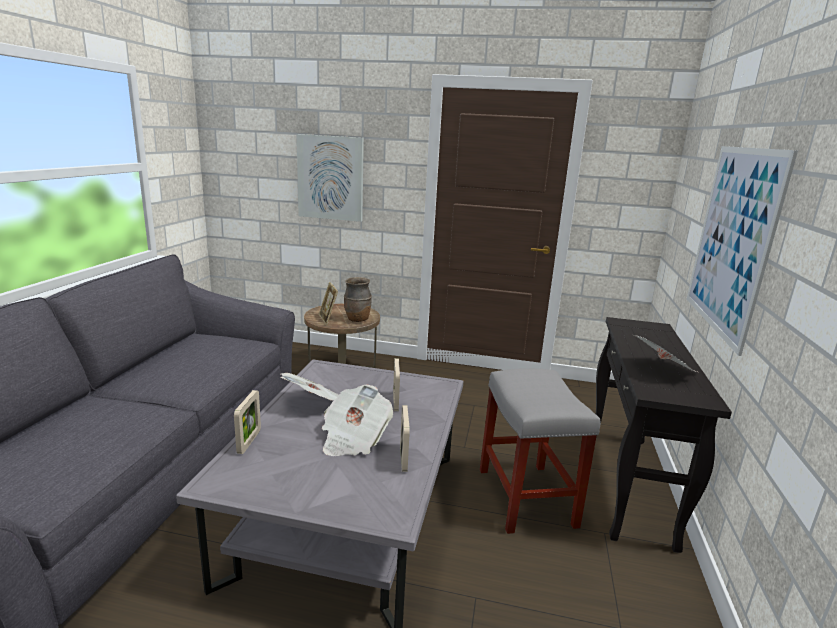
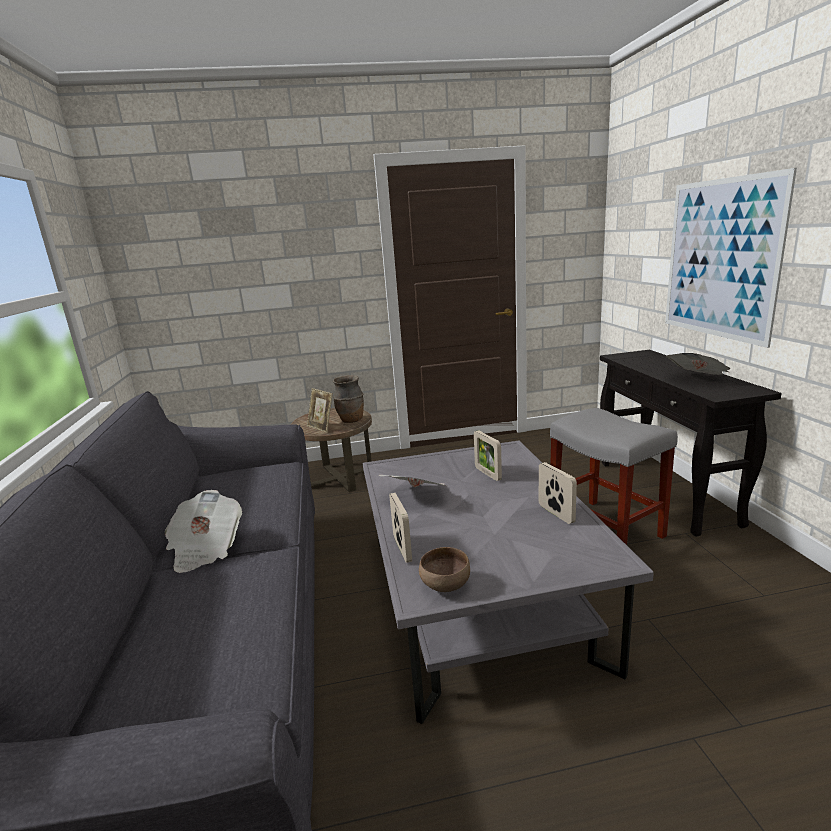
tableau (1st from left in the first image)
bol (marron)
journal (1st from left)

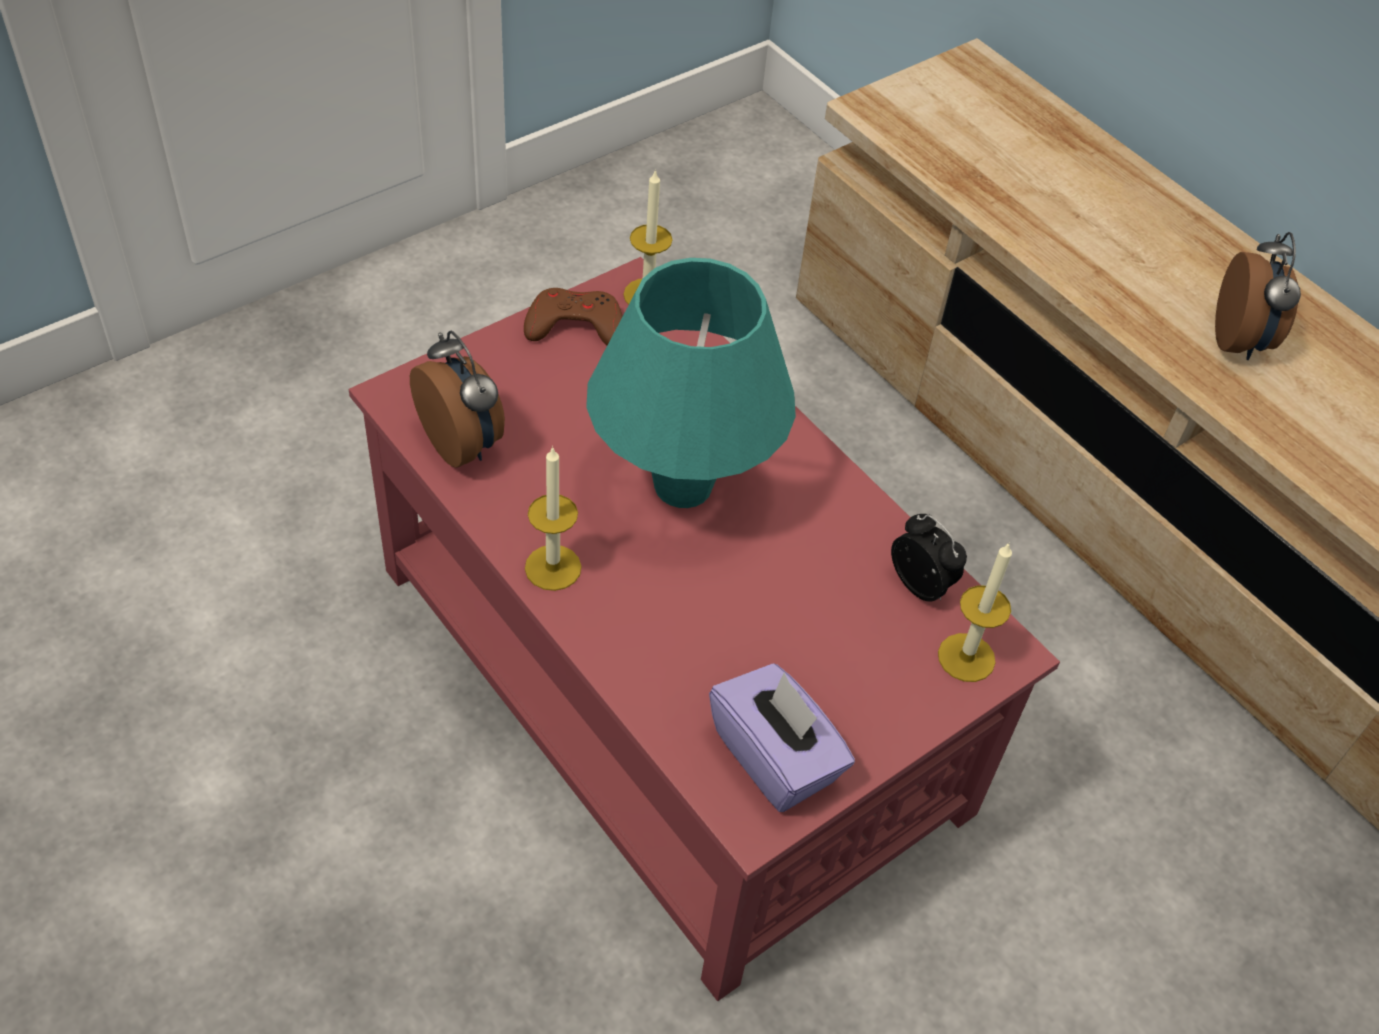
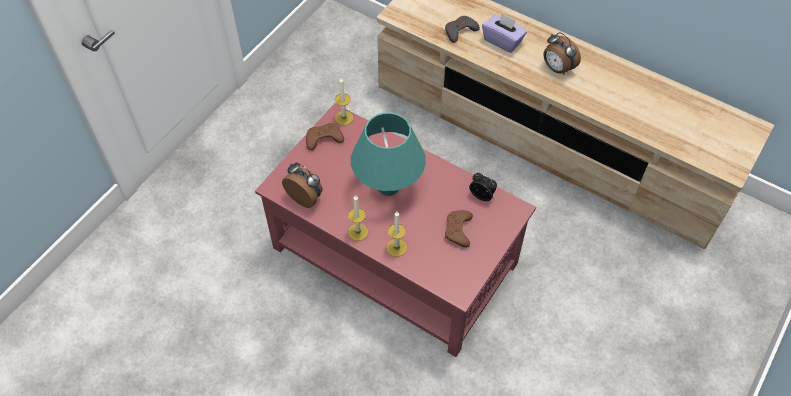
manette (gris)
manette (marron) (2nd from left)
boîte à mouchoirs (violet)
bougie (3rd from left)
réveil (3rd from left)

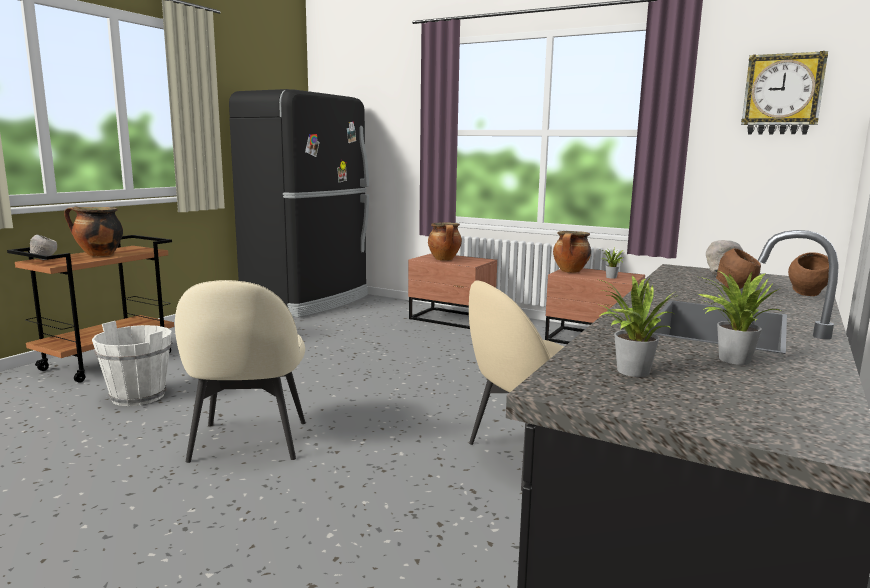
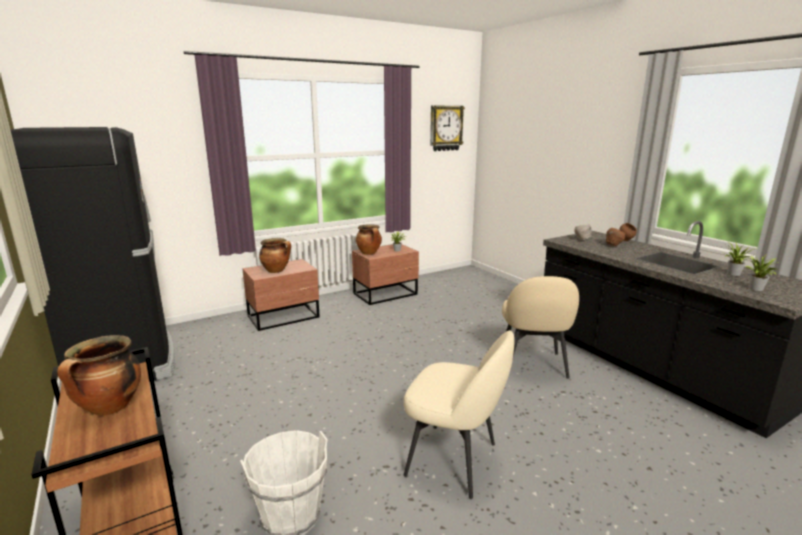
bol (gris) (1st from left in the first image)

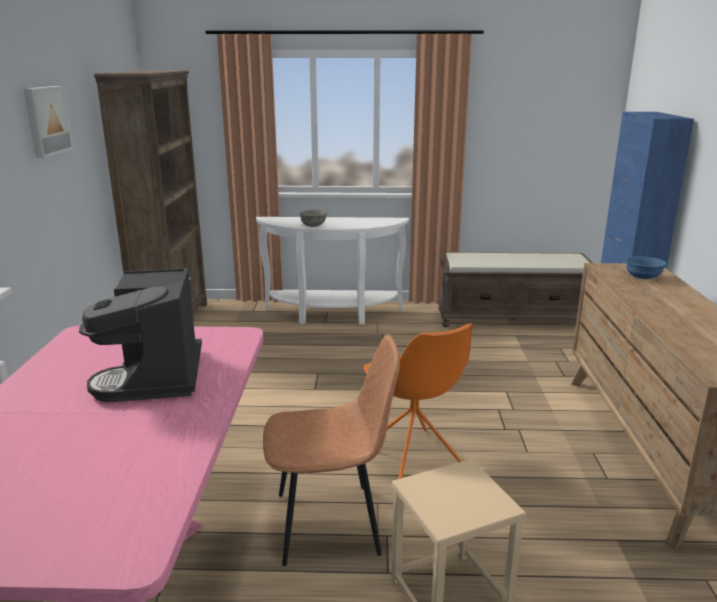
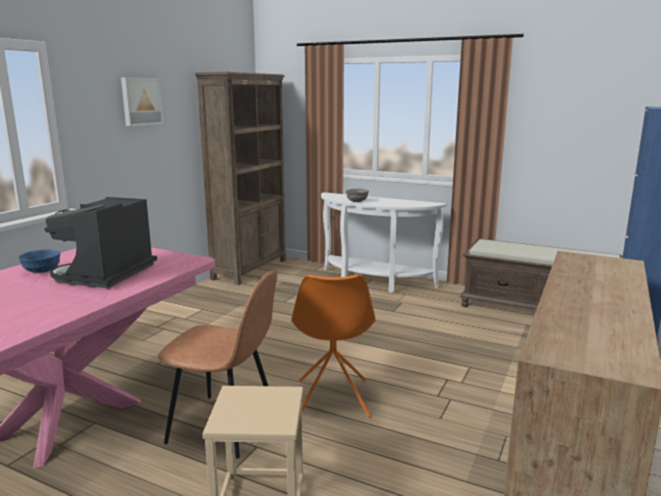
bol (bleu)

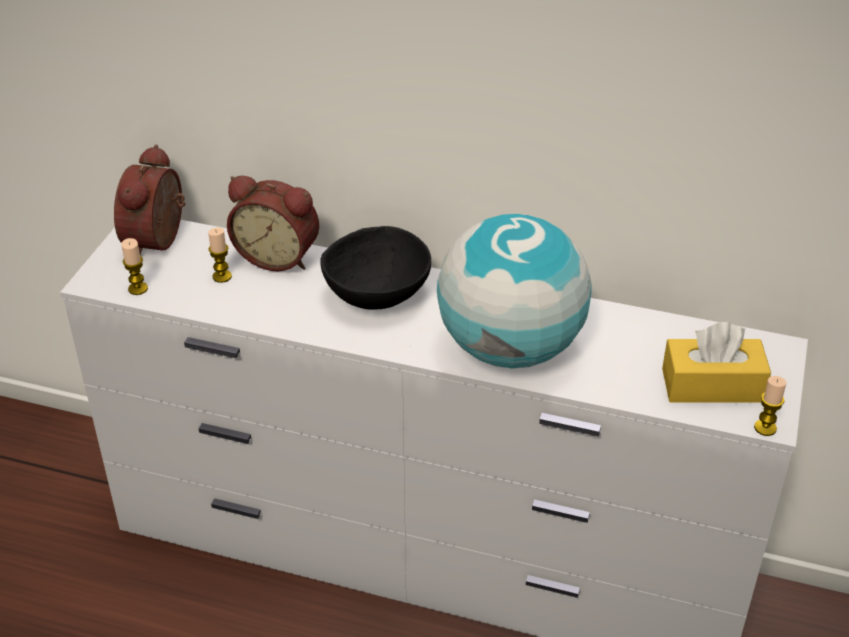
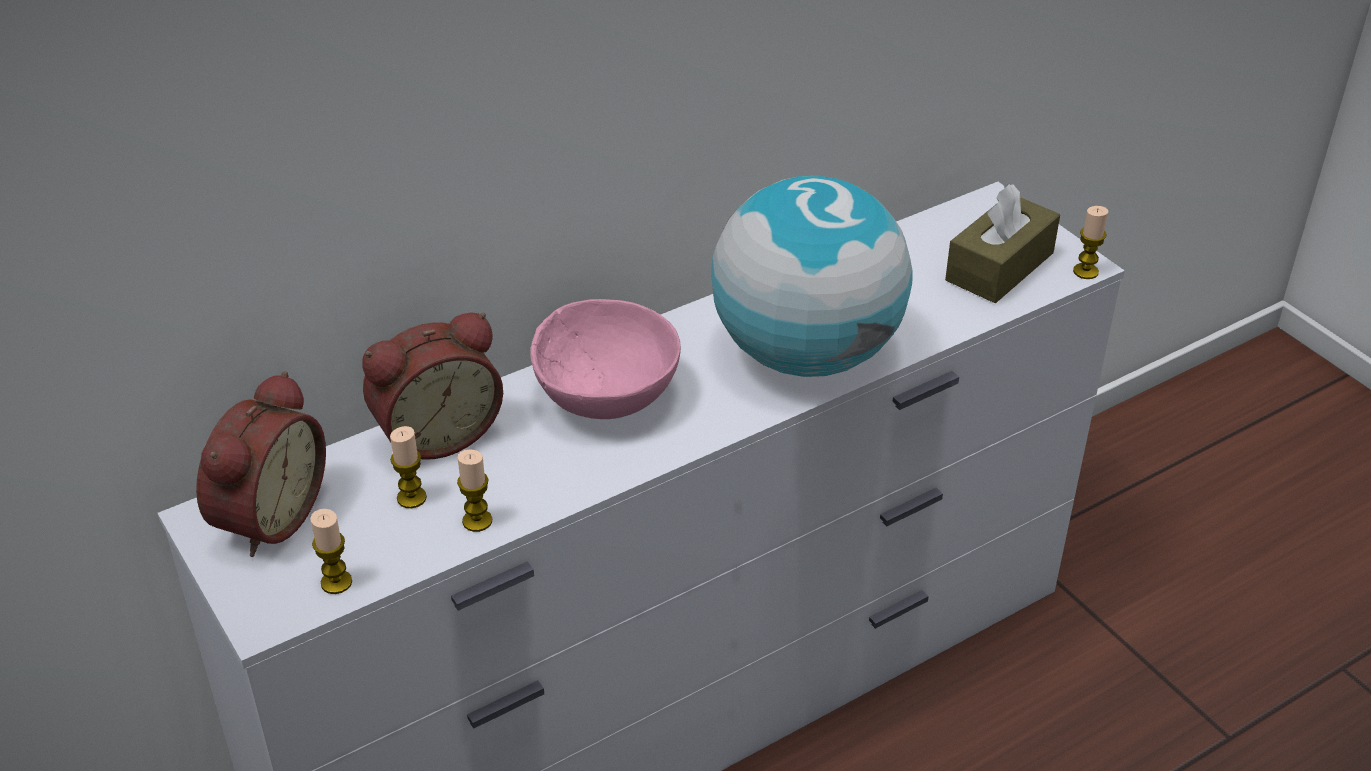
bougie (3rd from left)
bol (rose)
boîte à mouchoirs (marron)
réveil (1st from left)

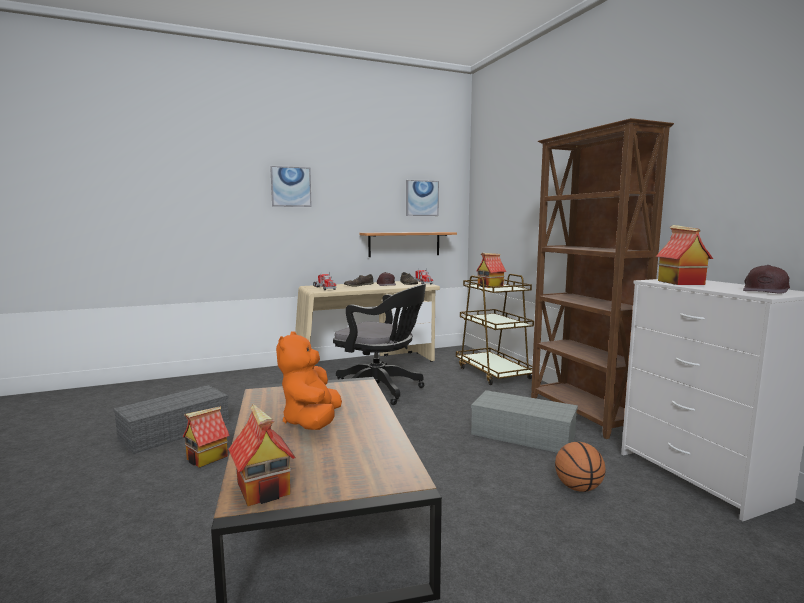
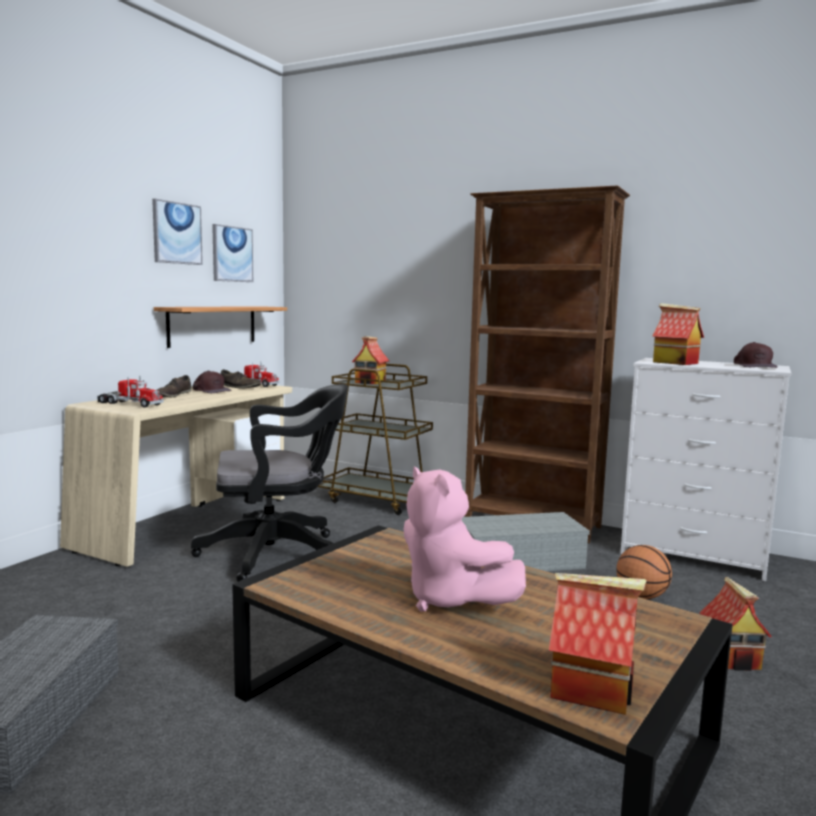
maison miniature (4th from left)
tableau (1st from left)
peluche (rose)

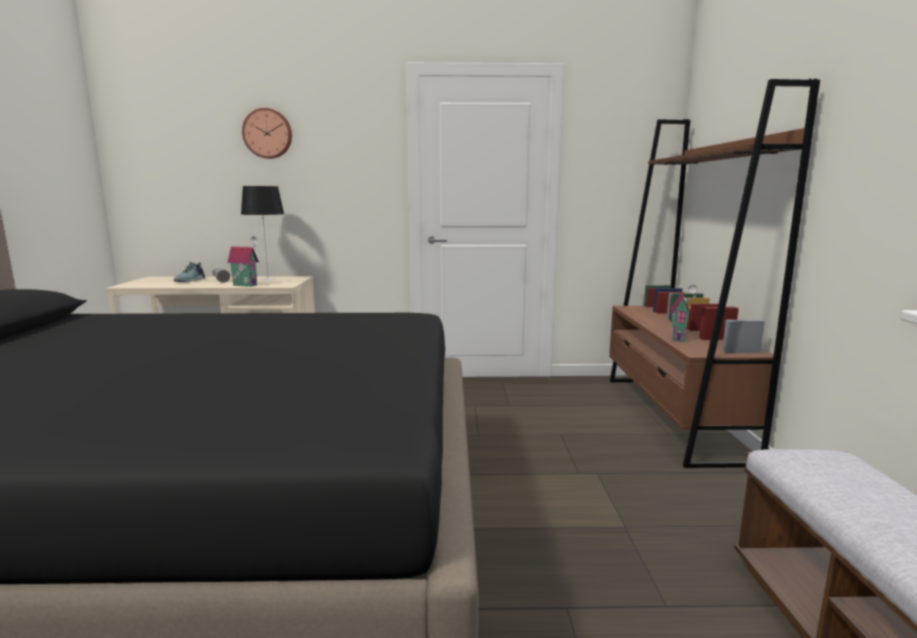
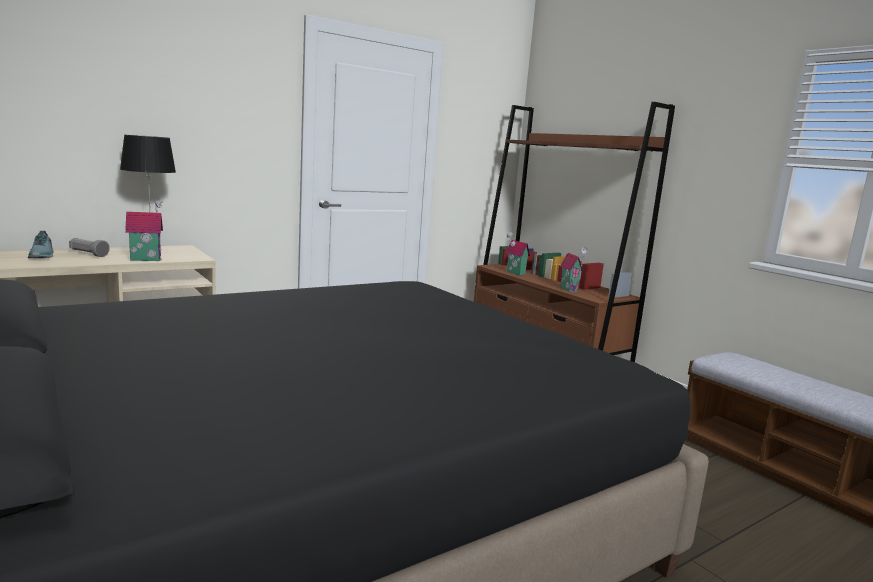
horloge murale
maison miniature (2nd from left)

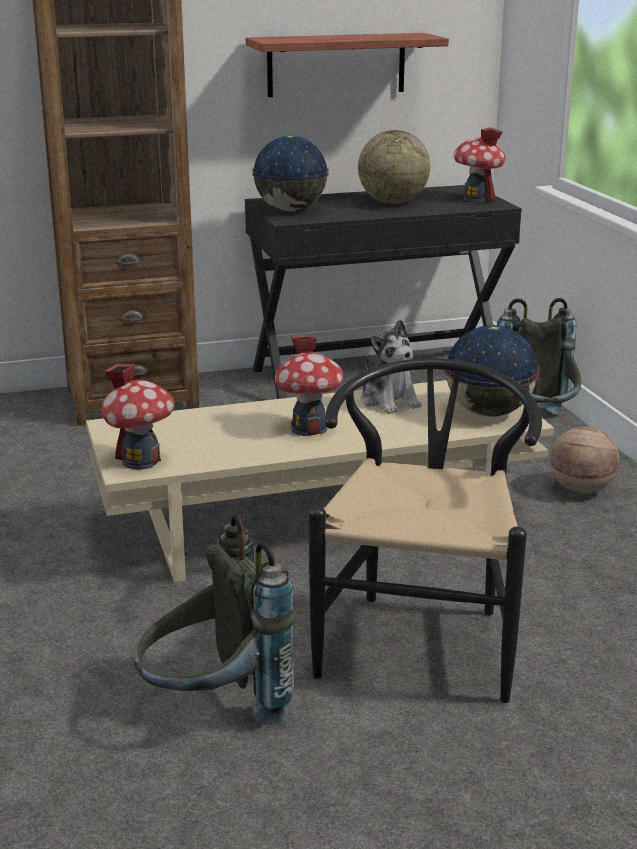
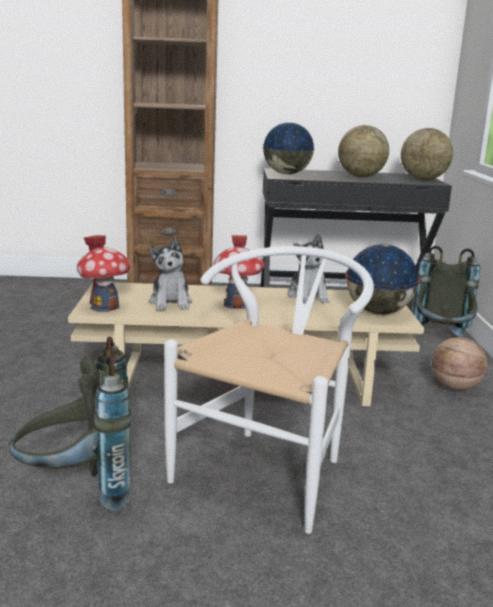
étagère
peluche (1st from left)
globe (4th from left)
chaise (blanc)

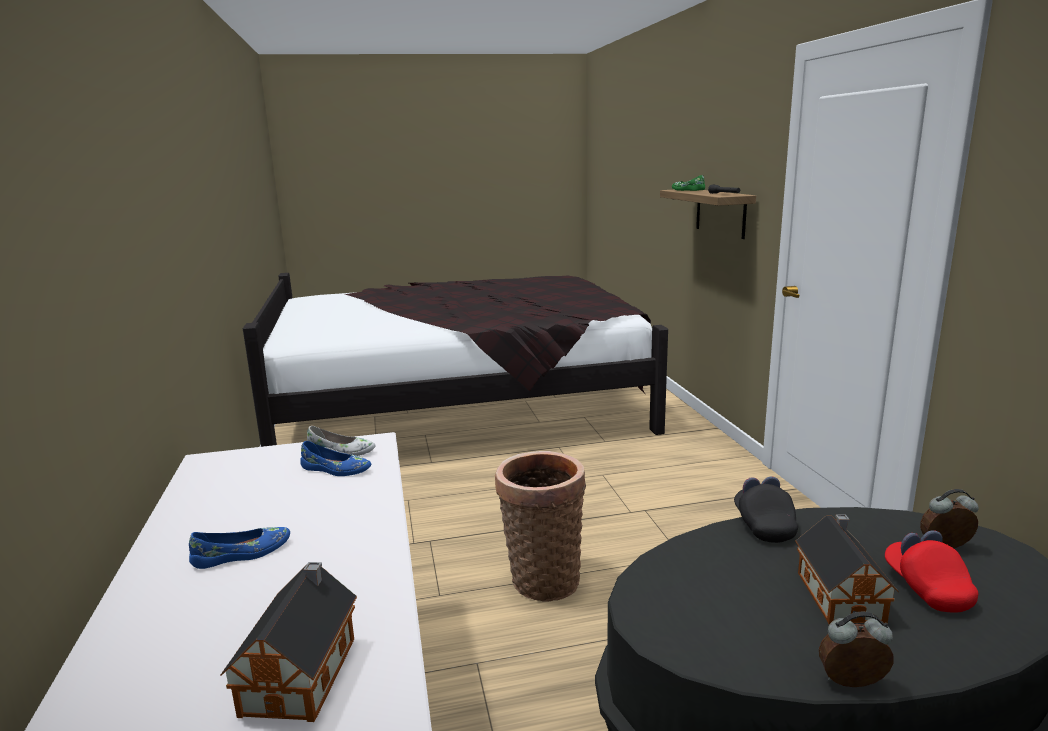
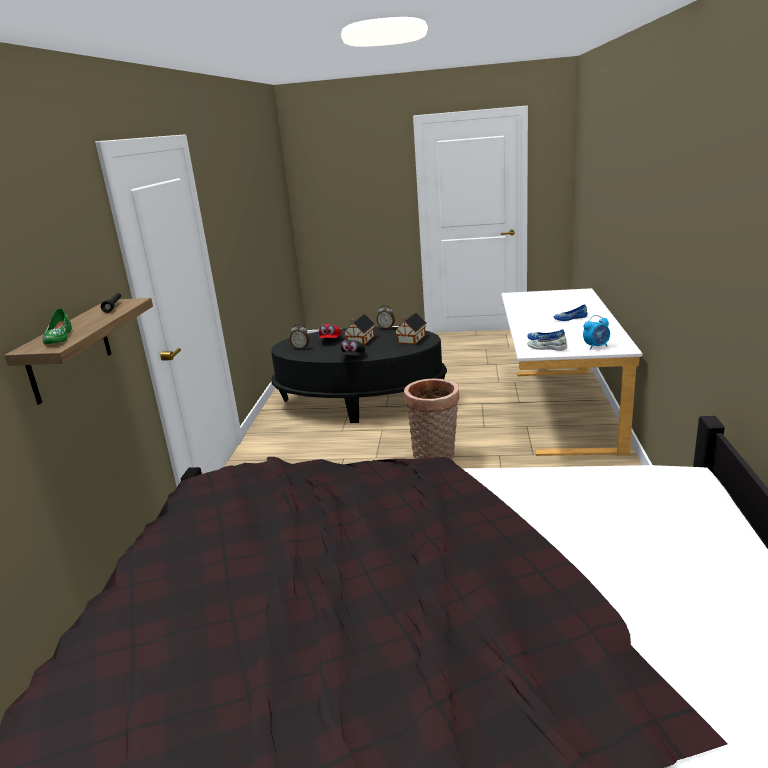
réveil (3rd from left)
maison miniature (2nd from left)

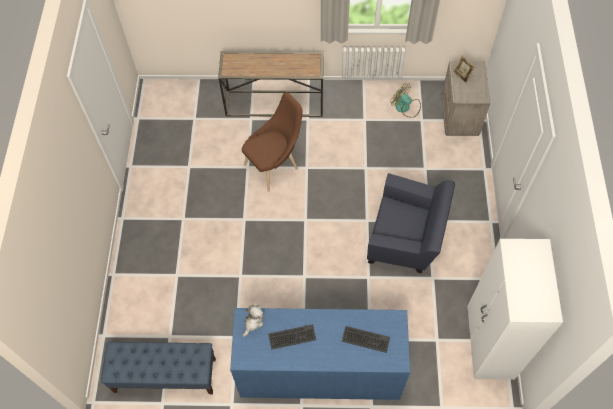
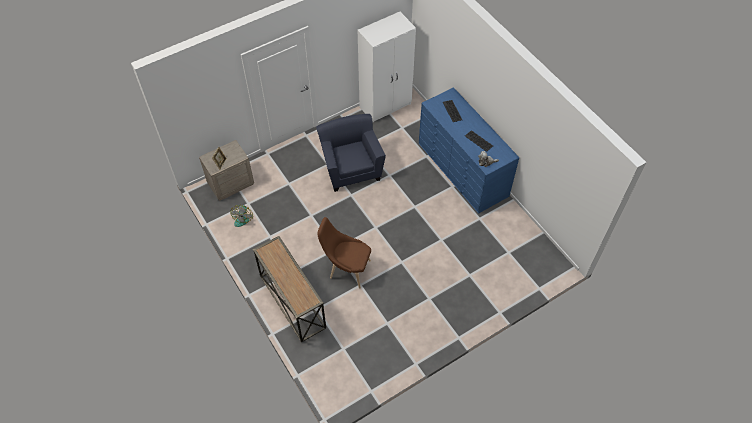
banc (bleu)

